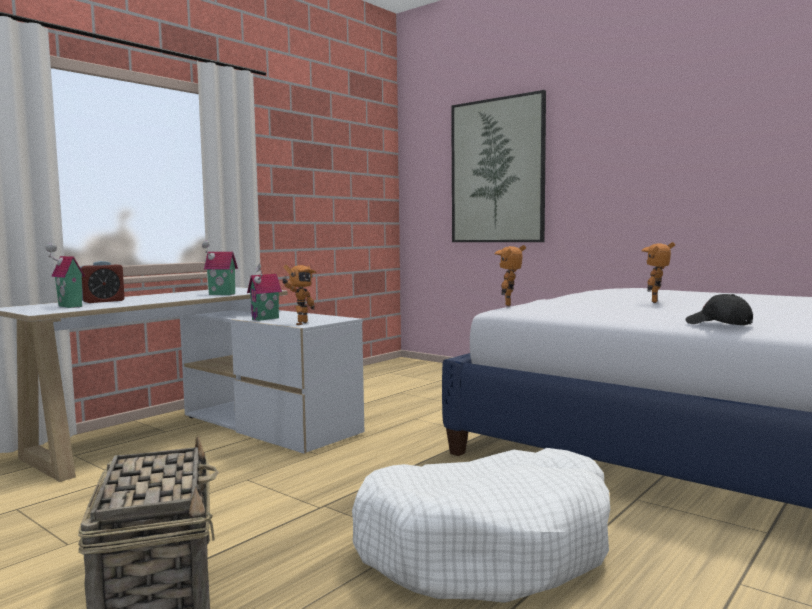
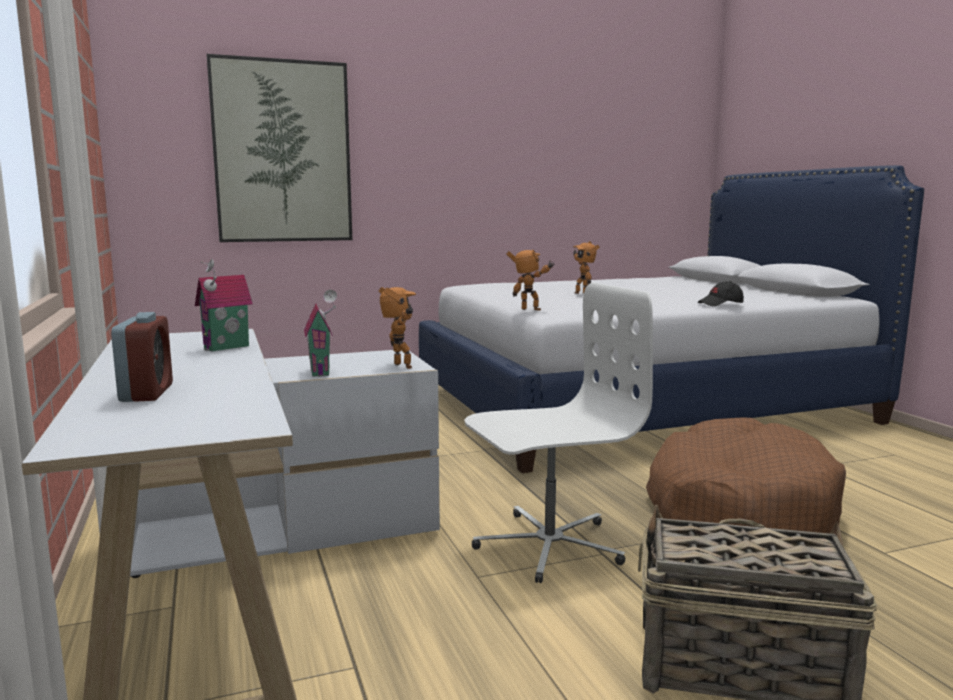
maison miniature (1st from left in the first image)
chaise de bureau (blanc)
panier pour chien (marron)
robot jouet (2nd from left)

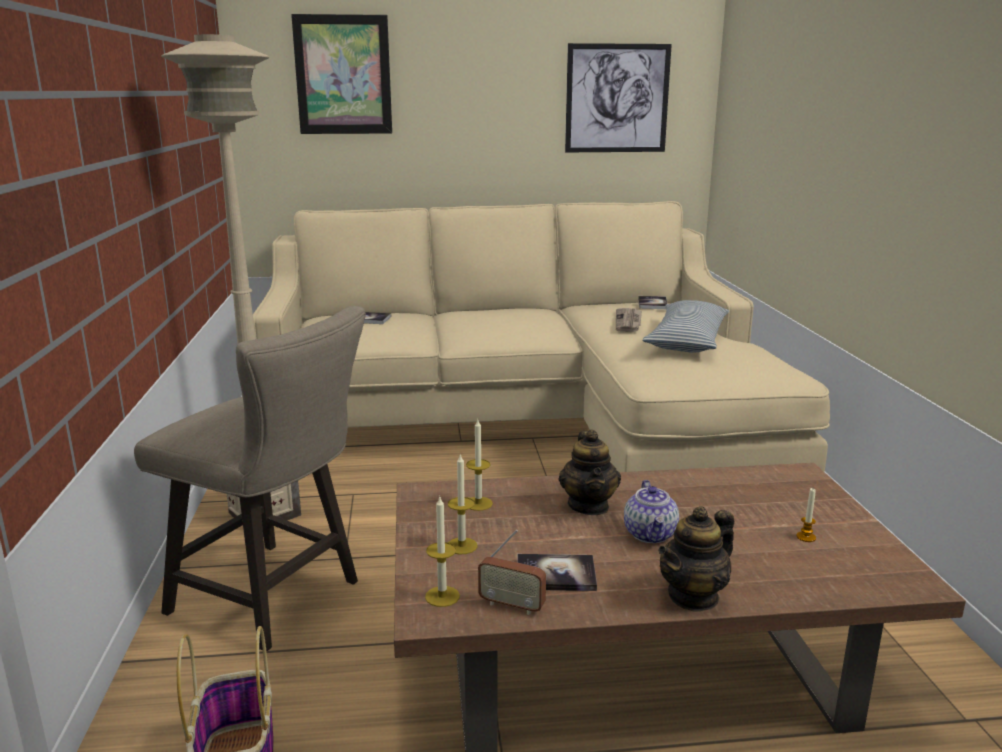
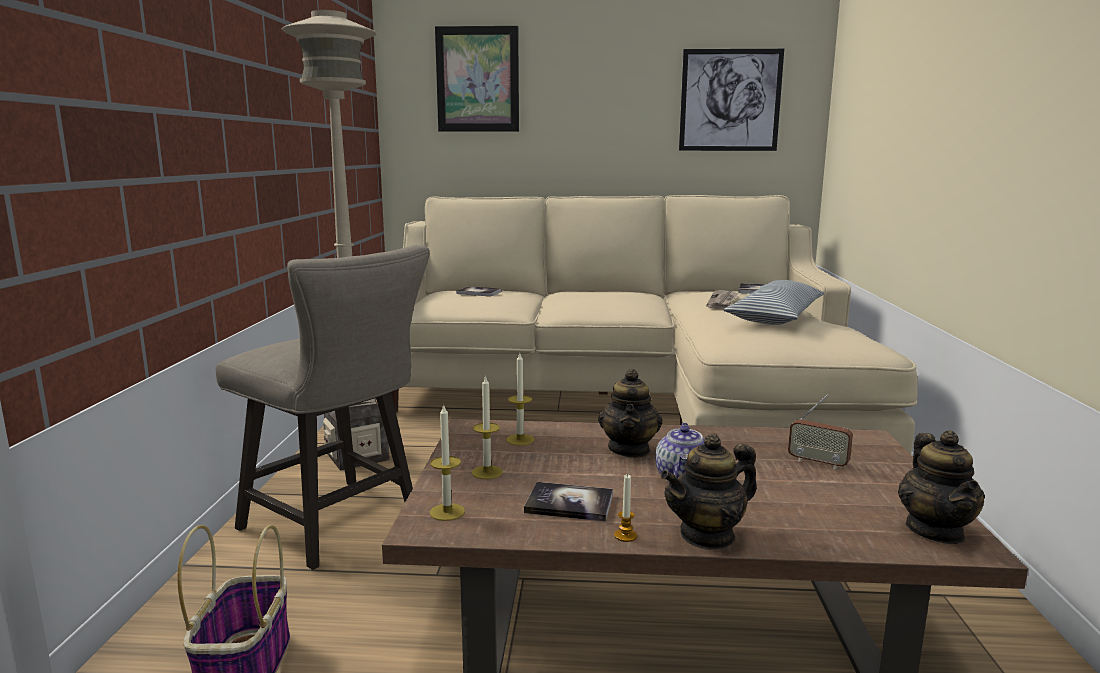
théière (4th from left)
radio
bougie (4th from left)

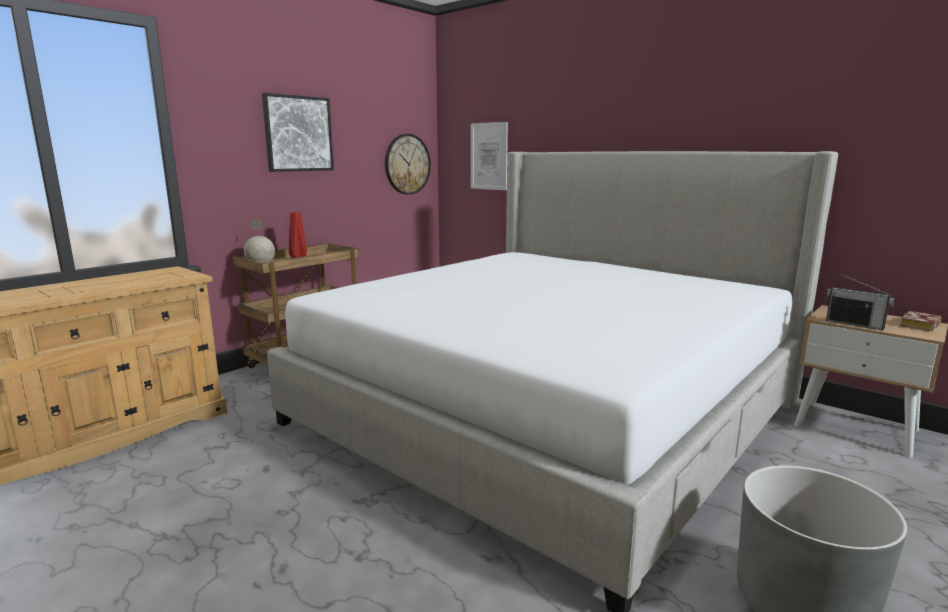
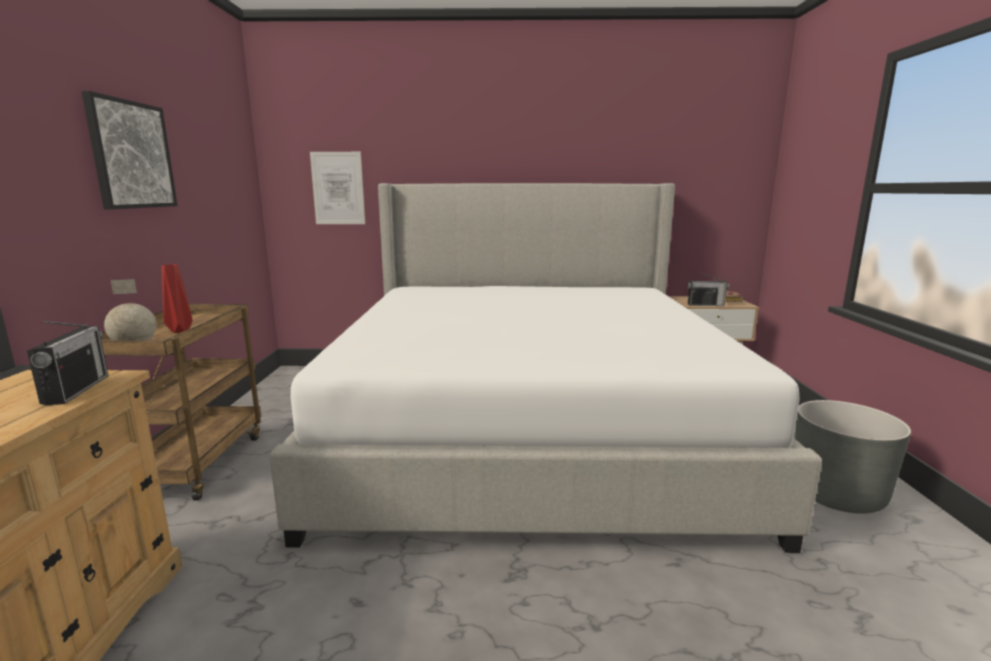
horloge murale
radio (1st from left)

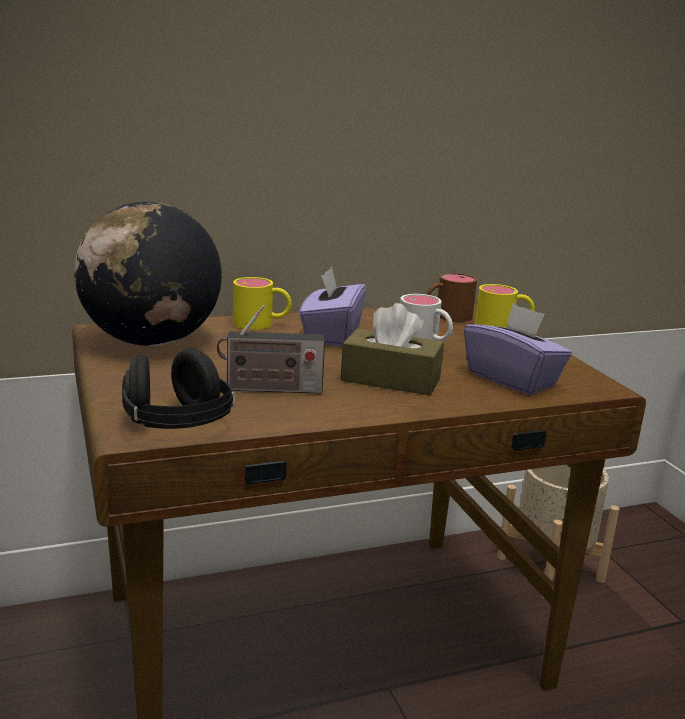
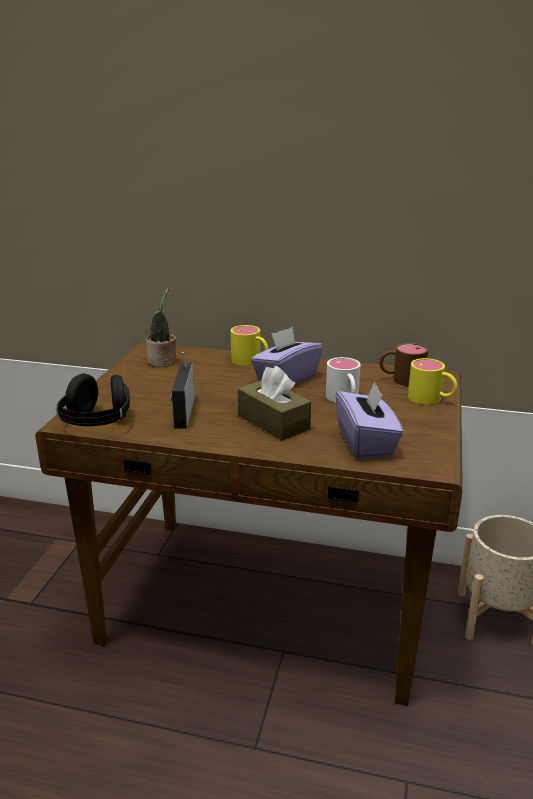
plante en pot
radio

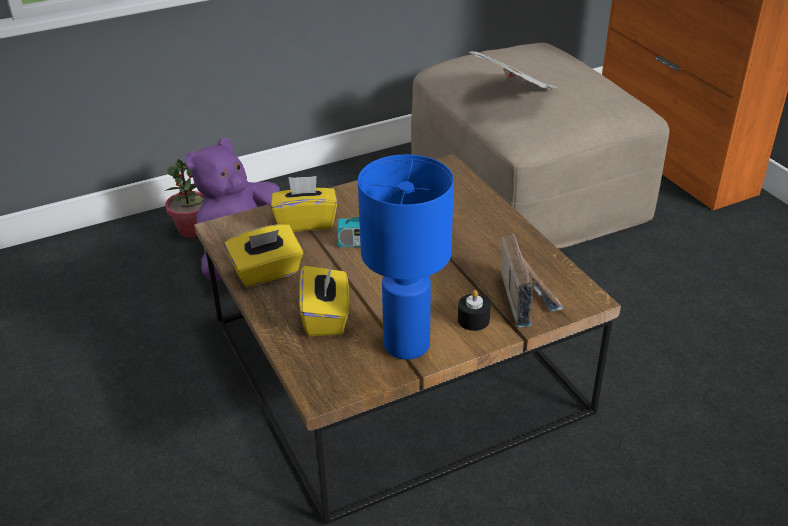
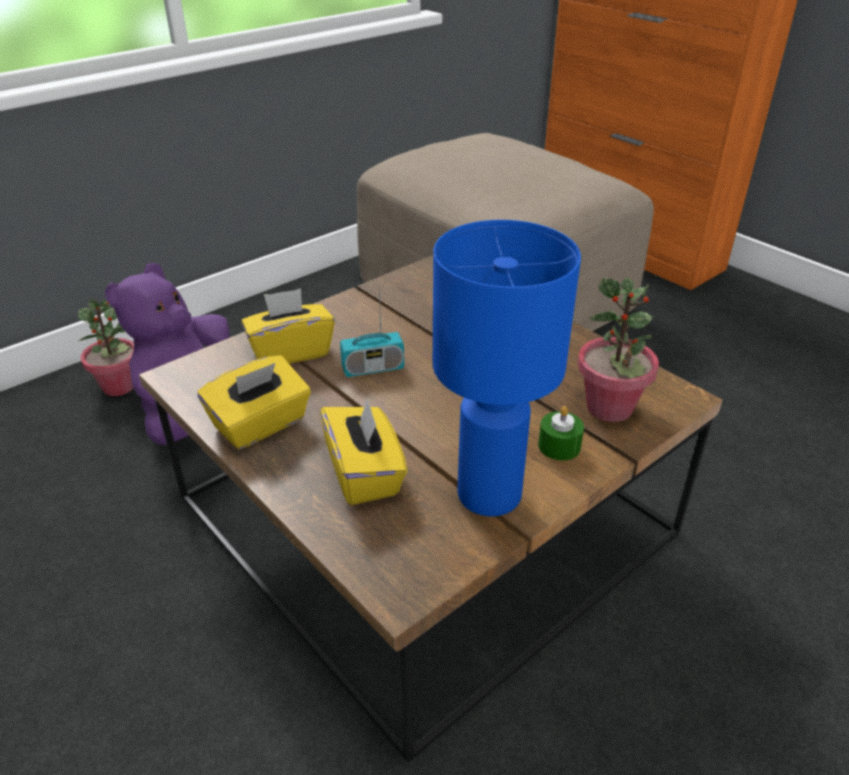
journal
plante en pot (2nd from left)
bougie (vert)

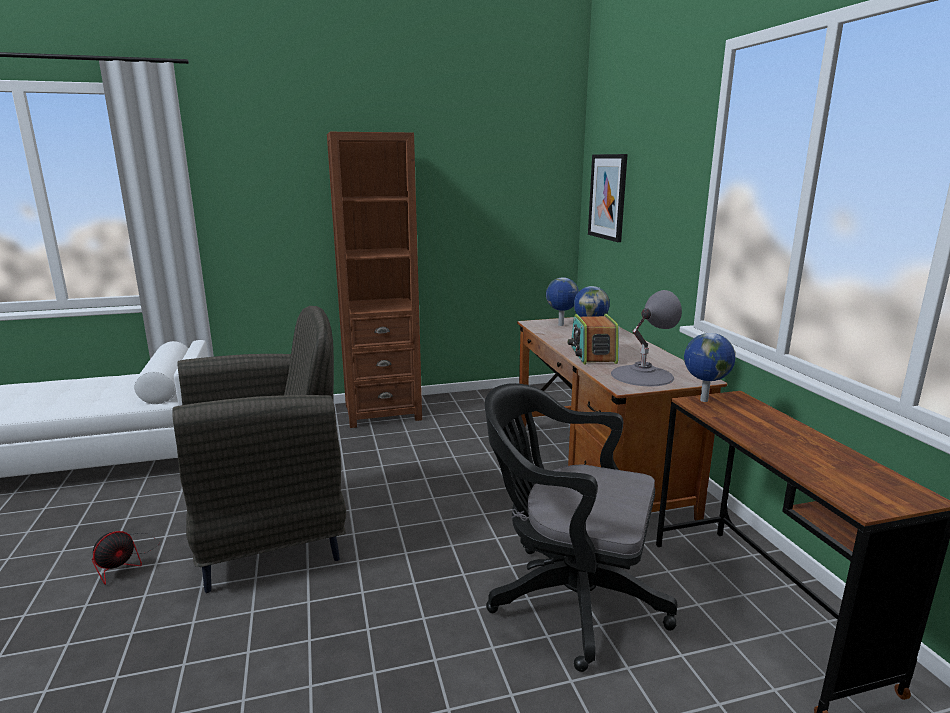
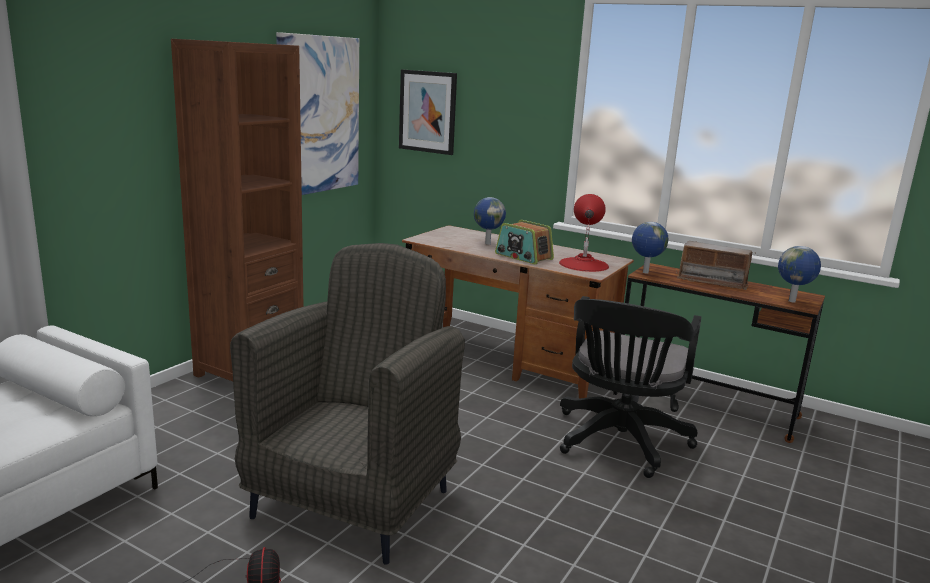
tableau (1st from left)
radio (2nd from left)
globe (3rd from left)
lampe de table (rouge)
chaise de bureau (noir)

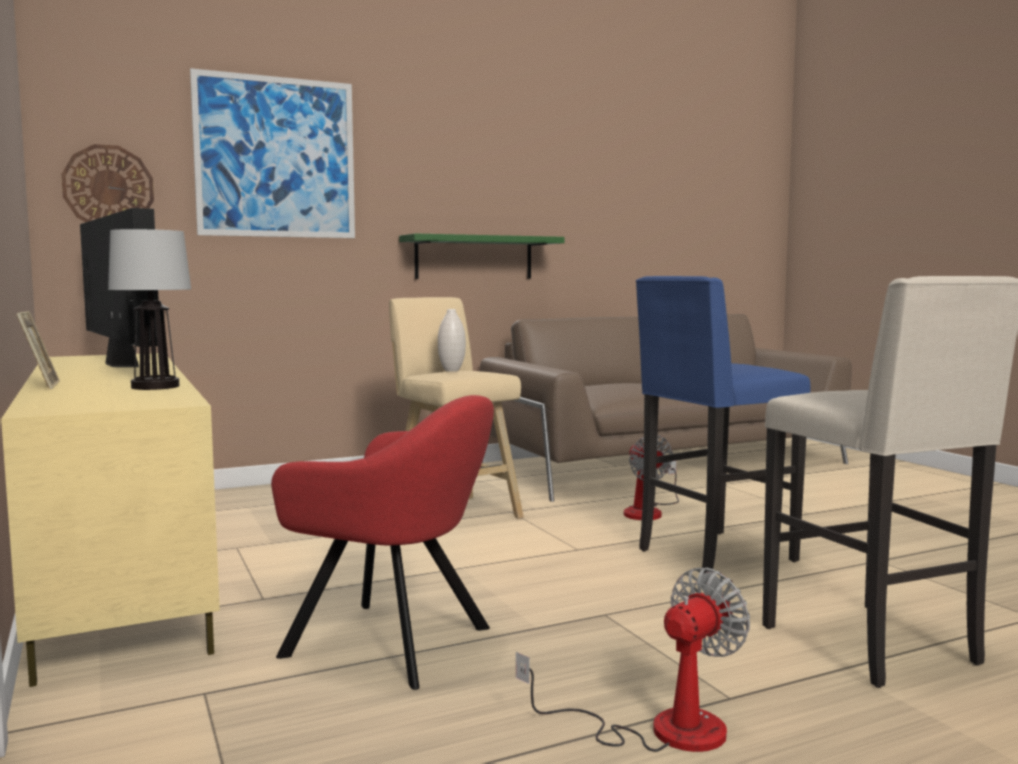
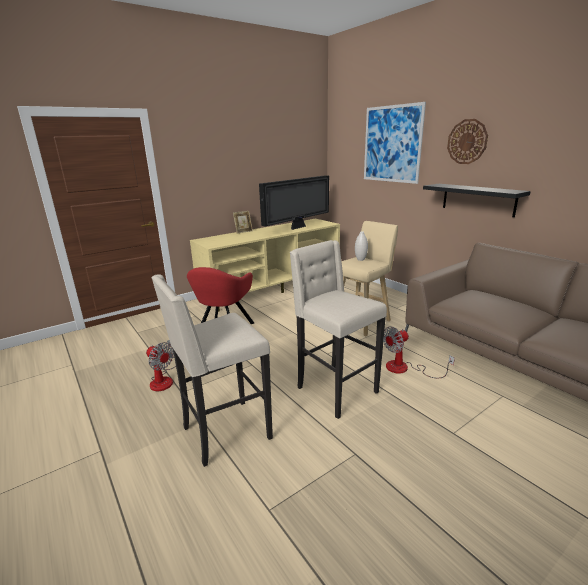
lampe de table
horloge murale
étagère (noir)
tabouret (beige) (2nd from left)

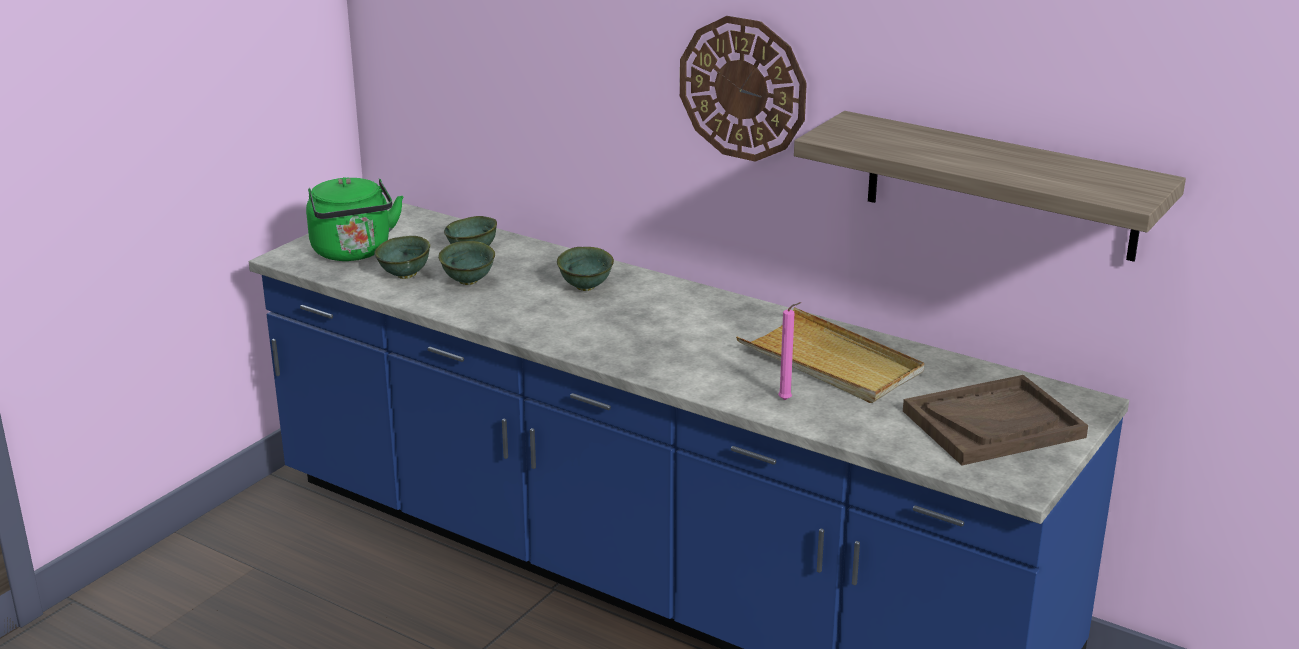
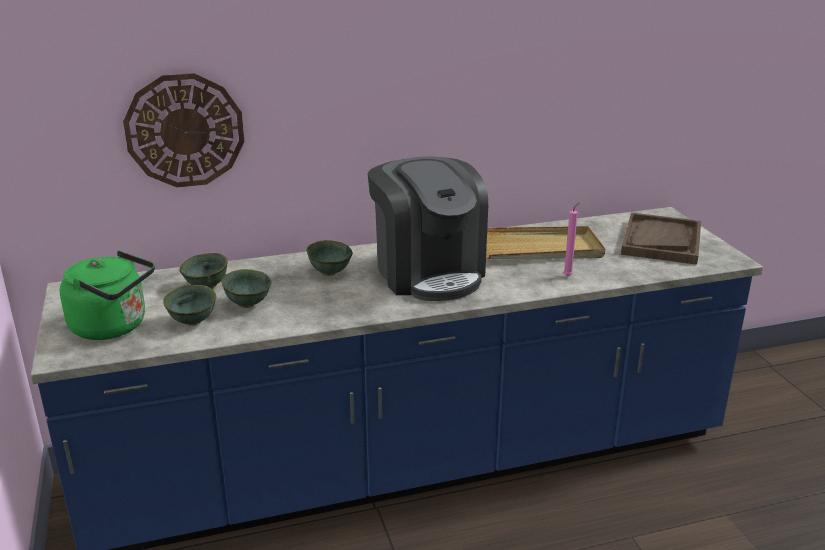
étagère
machine à café
horloge murale

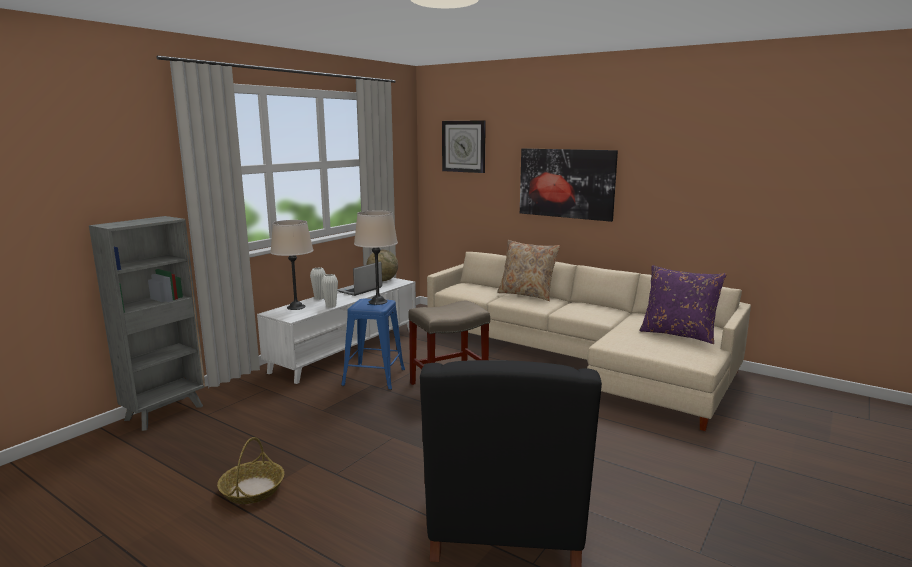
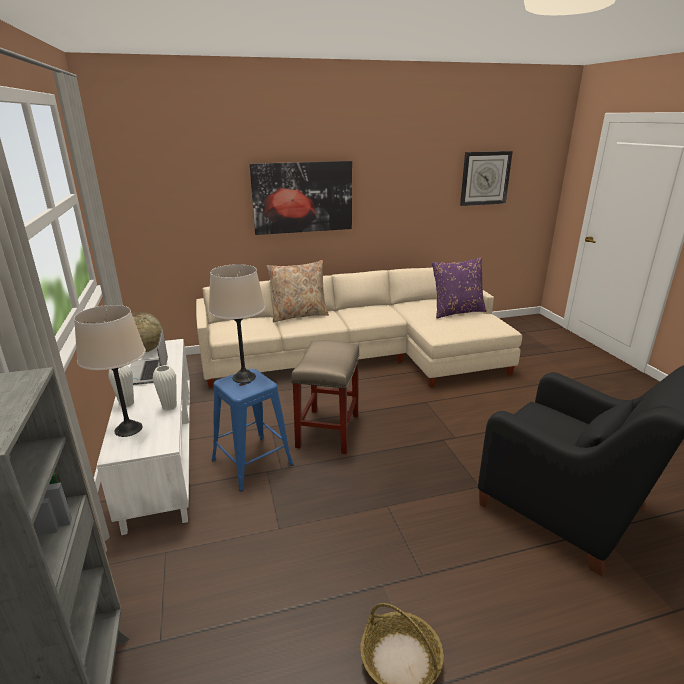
horloge murale

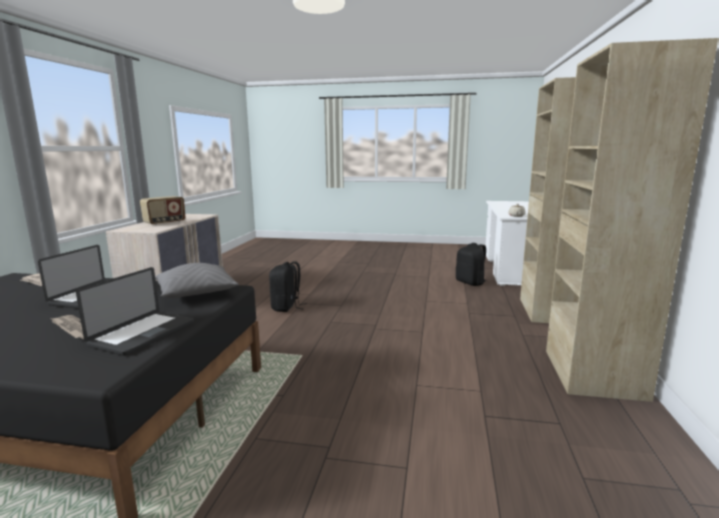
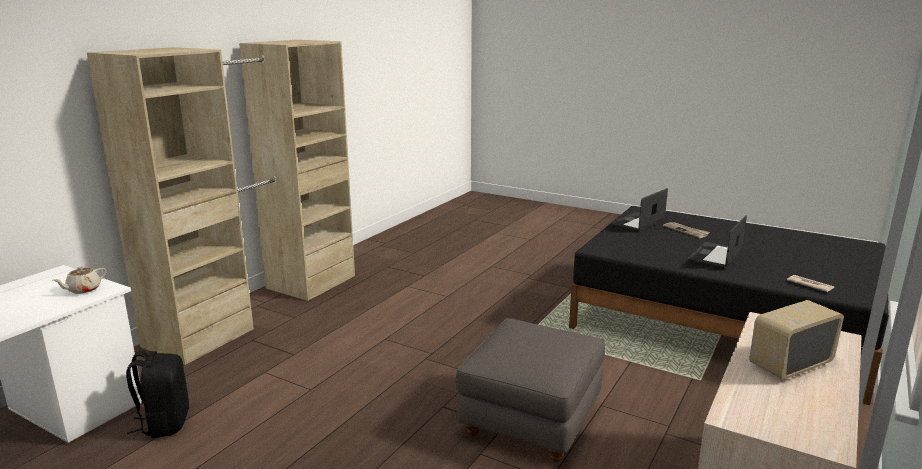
coussin (gris)
pouf (gris)

